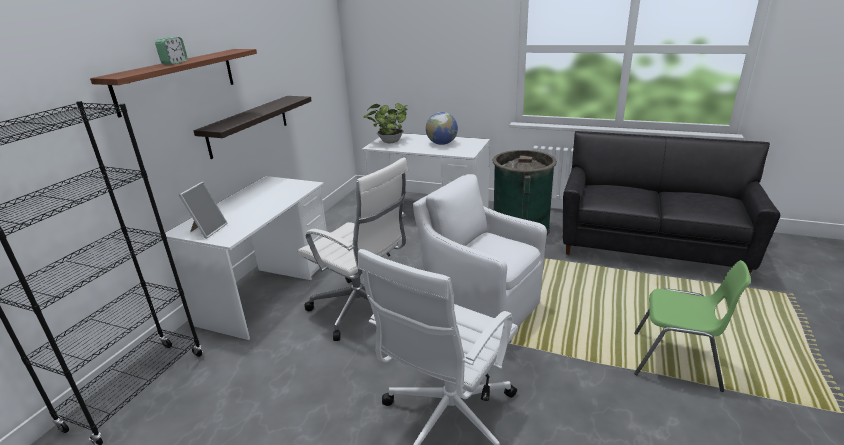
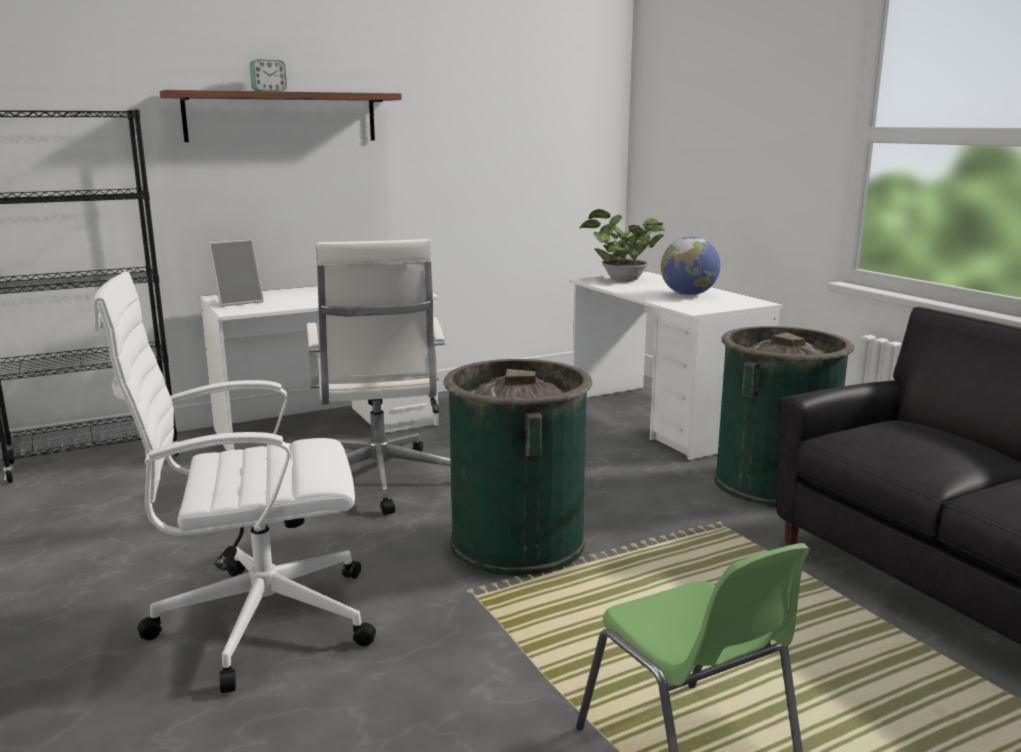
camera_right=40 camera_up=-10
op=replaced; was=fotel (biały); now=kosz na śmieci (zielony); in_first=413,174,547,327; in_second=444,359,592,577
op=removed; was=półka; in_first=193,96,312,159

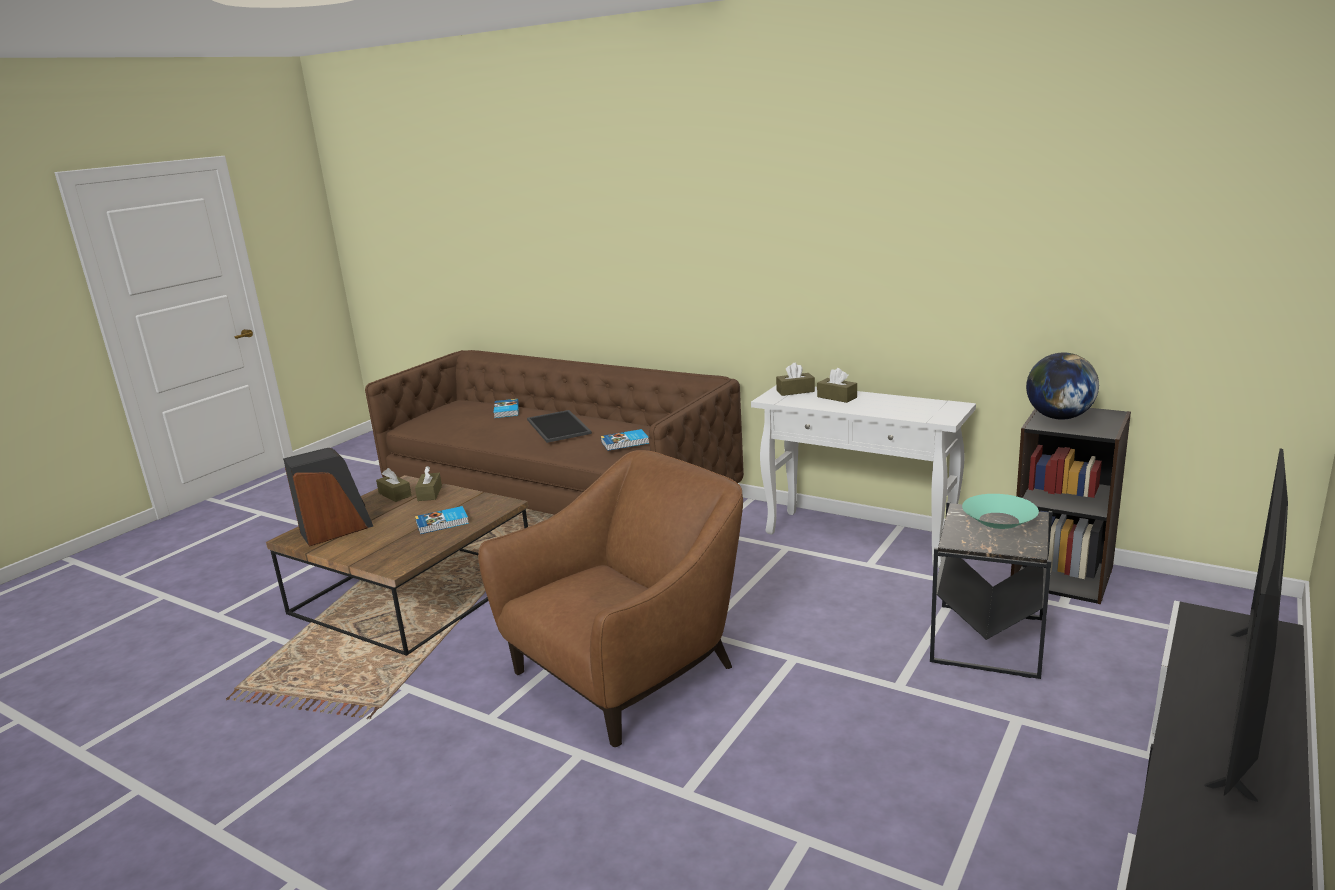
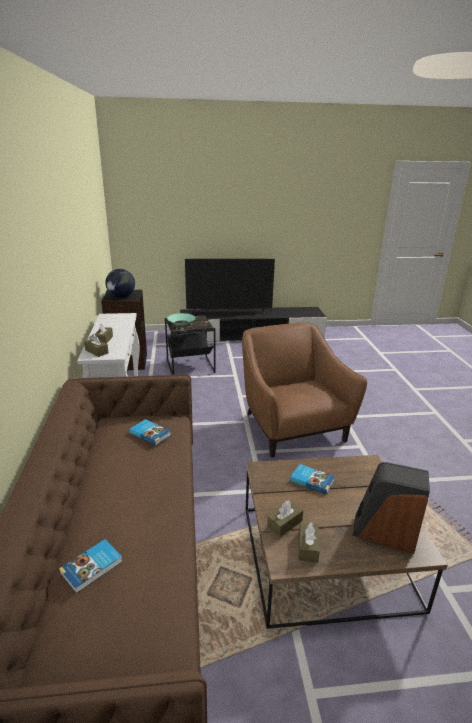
camera_right=-130 camera_up=5
op=turned; was=fotel (brązowy); in_first=478,450,743,747; in_second=242,322,367,458; clockwise=60
op=removed; was=taca; in_first=527,410,592,443

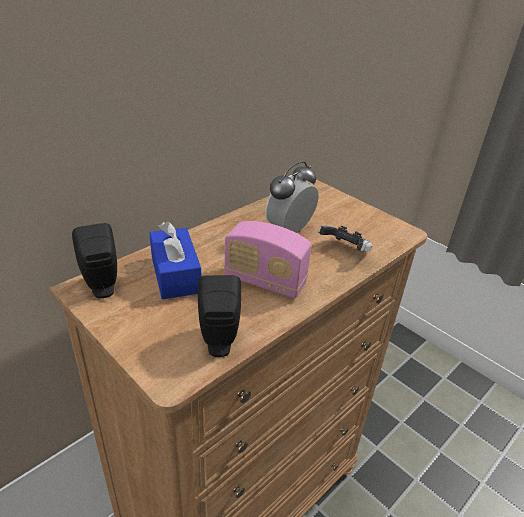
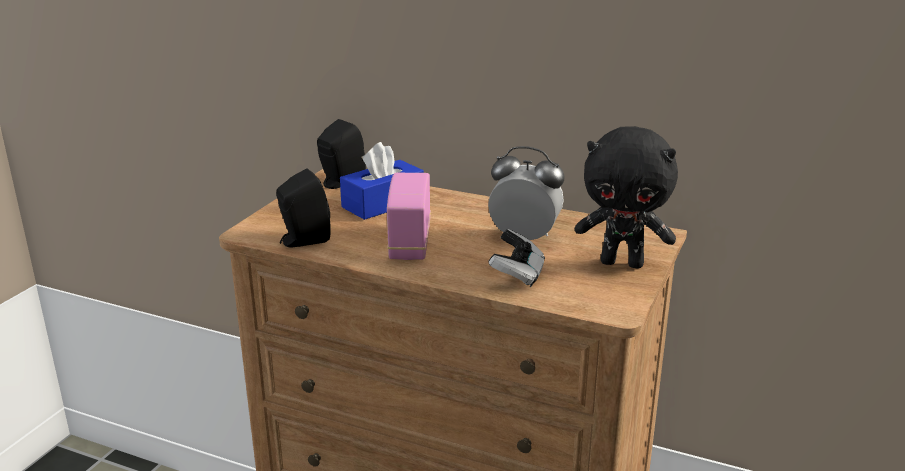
camera_right=70 camera_up=-10
op=added; now=pluszak (czarny); in_second=575,126,678,268

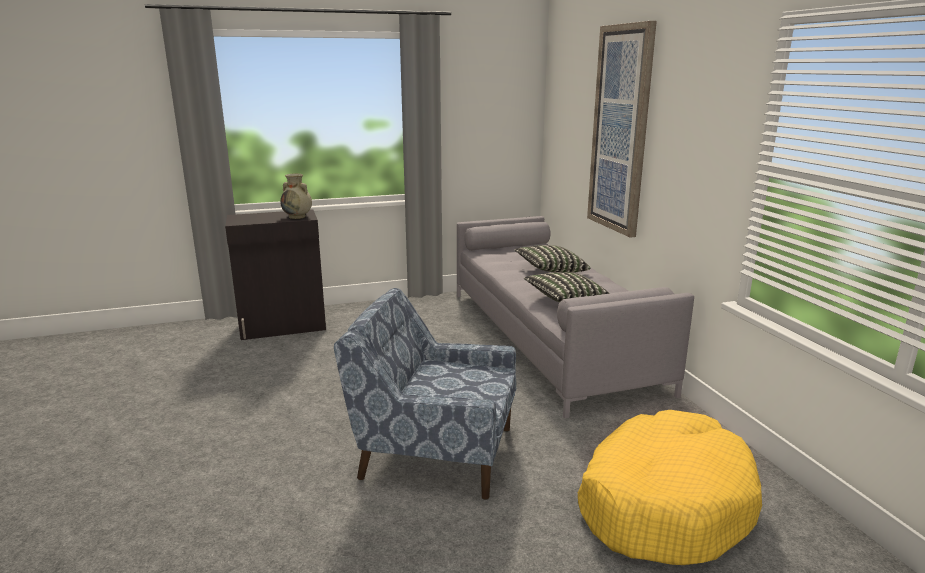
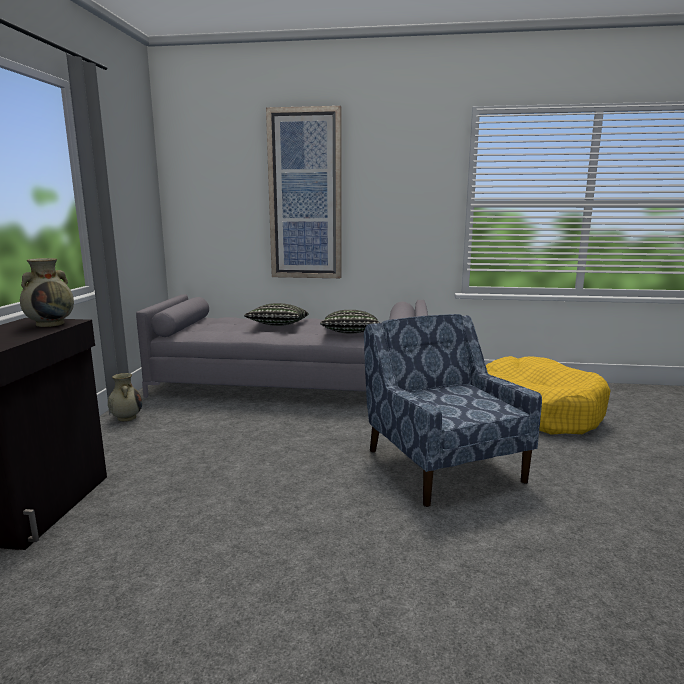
camera_right=-65 camera_up=-5
op=added; now=wazon (beżowy); in_second=108,373,142,421
op=turned; was=fotel (niebieski); in_first=334,288,517,500; in_second=364,314,542,507; clockwise=120

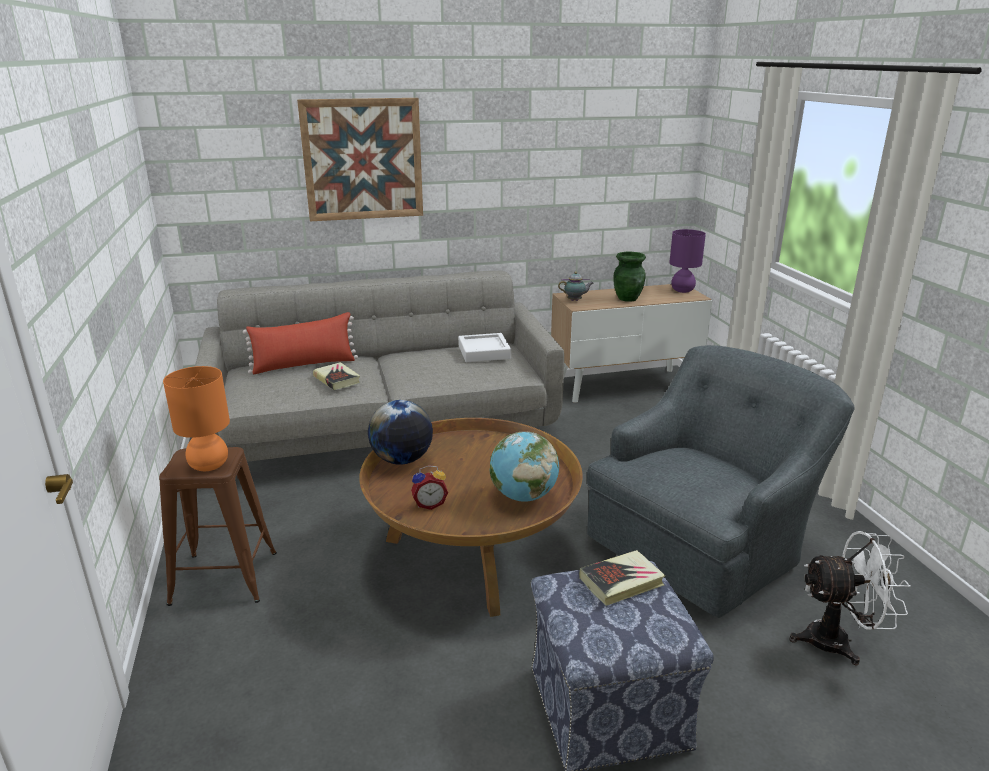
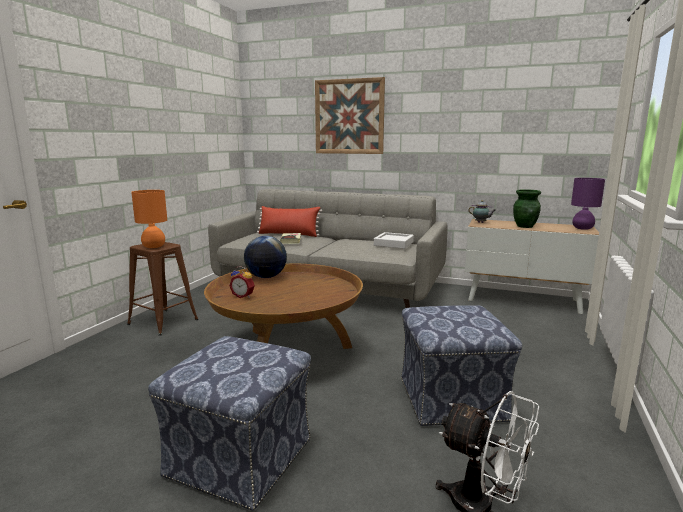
camera_right=35 camera_up=-10
op=replaced; was=fotel (szary); now=pufa; in_first=587,345,855,618; in_second=401,305,522,426
op=removed; was=globus; in_first=490,432,559,502
op=removed; was=książka; in_first=579,550,666,606

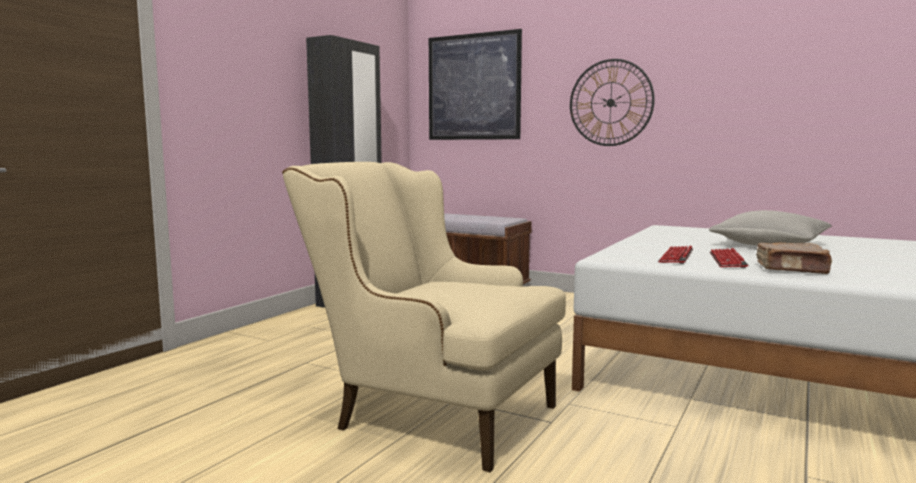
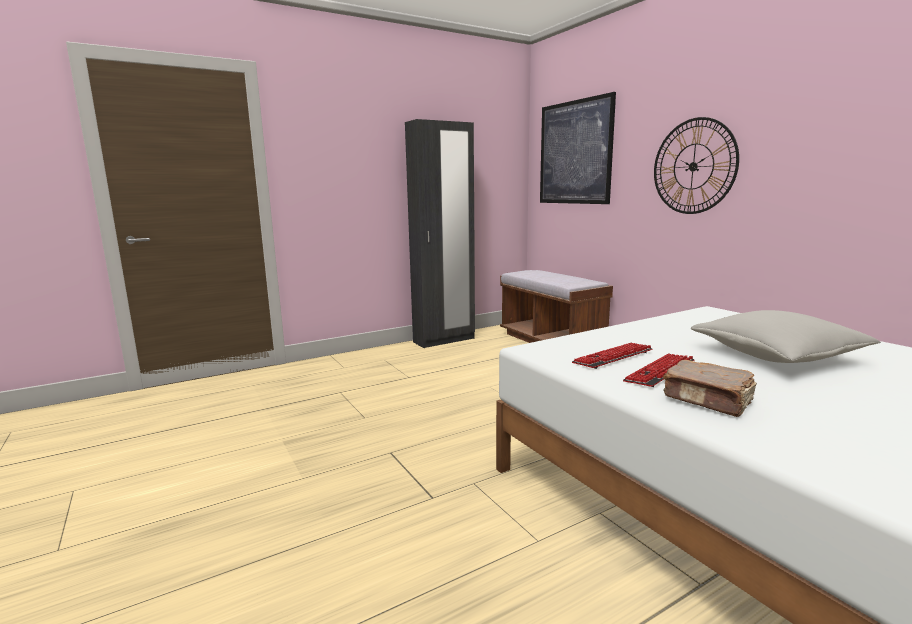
camera_right=30 camera_up=5
op=removed; was=fotel (beżowy); in_first=282,162,566,472

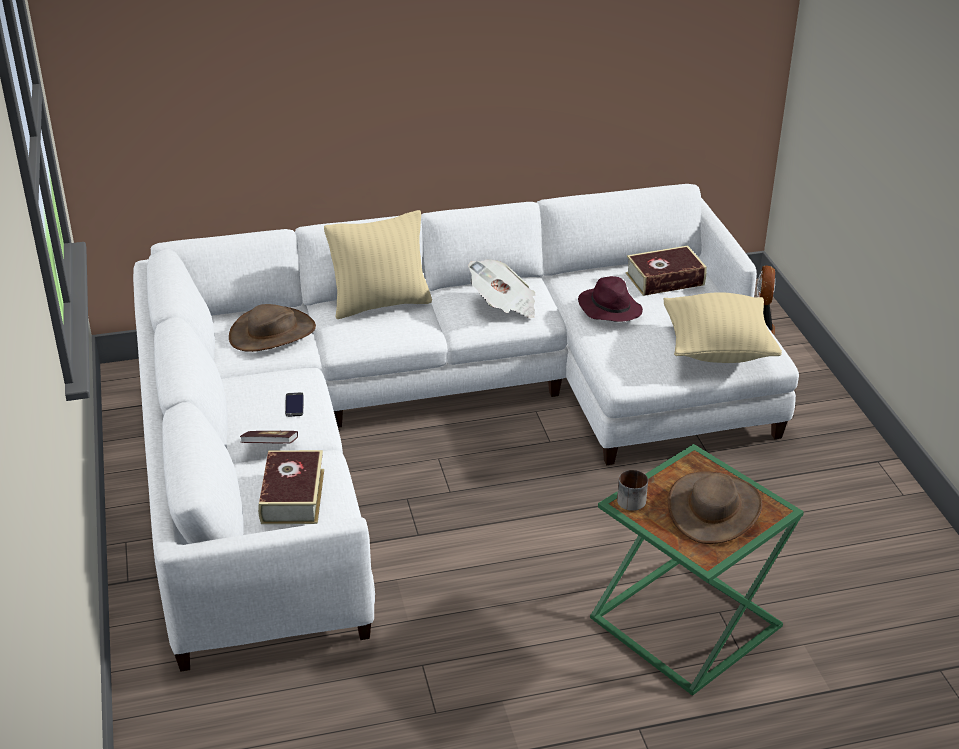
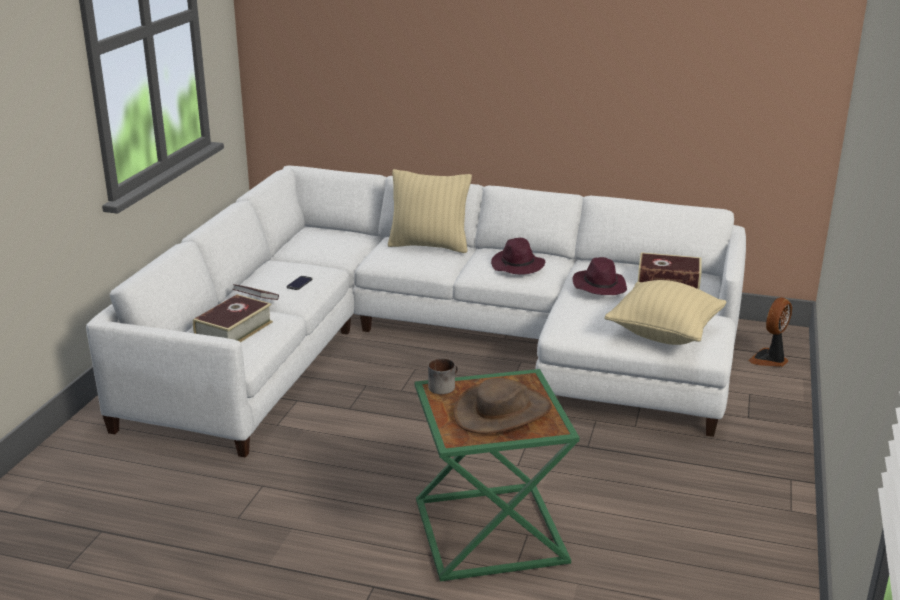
camera_right=30 camera_up=-10
op=replaced; was=gazeta; now=kapelusz (fioletowy); in_first=468,259,535,318; in_second=491,238,545,274
op=removed; was=kapelusz (brązowy); in_first=229,304,316,352

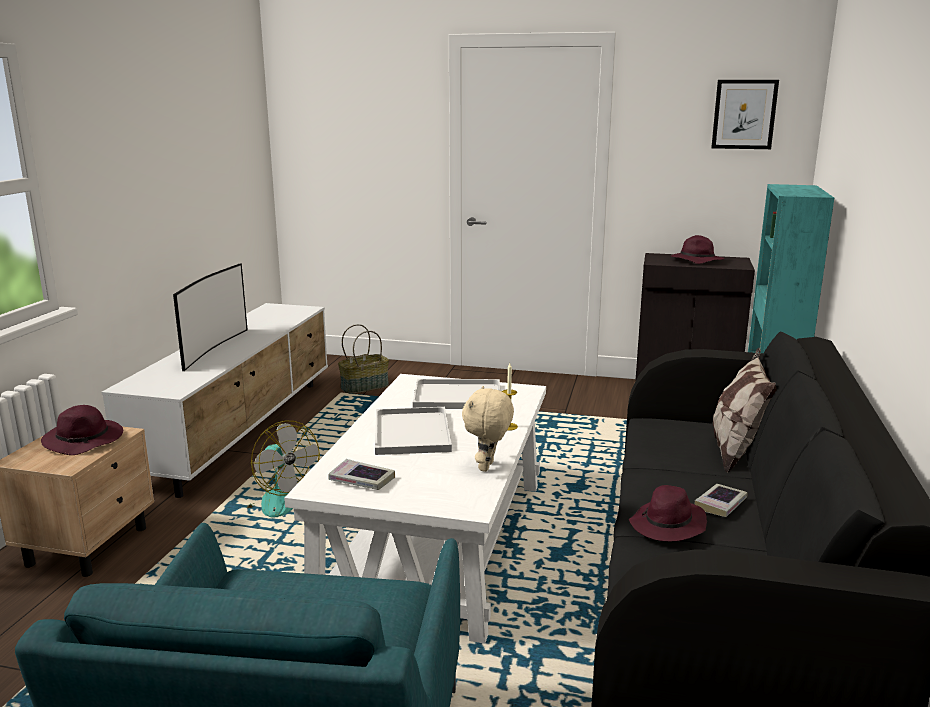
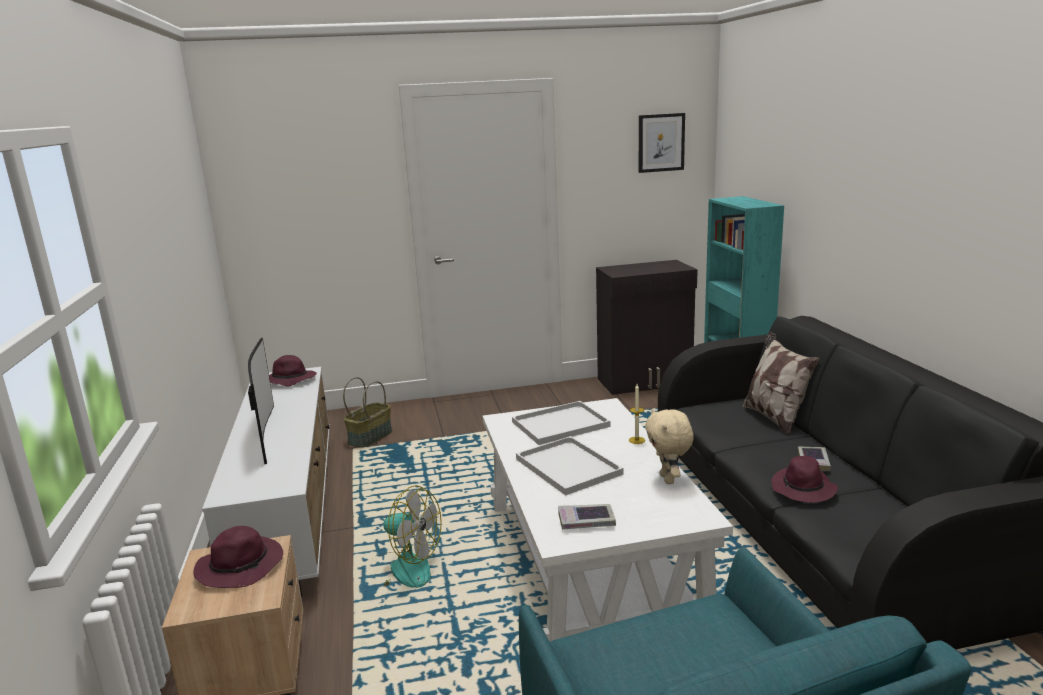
camera_right=-25 camera_up=0
op=moved; was=kapelusz (fioletowy); in_first=671,235,724,264; in_second=269,355,317,386

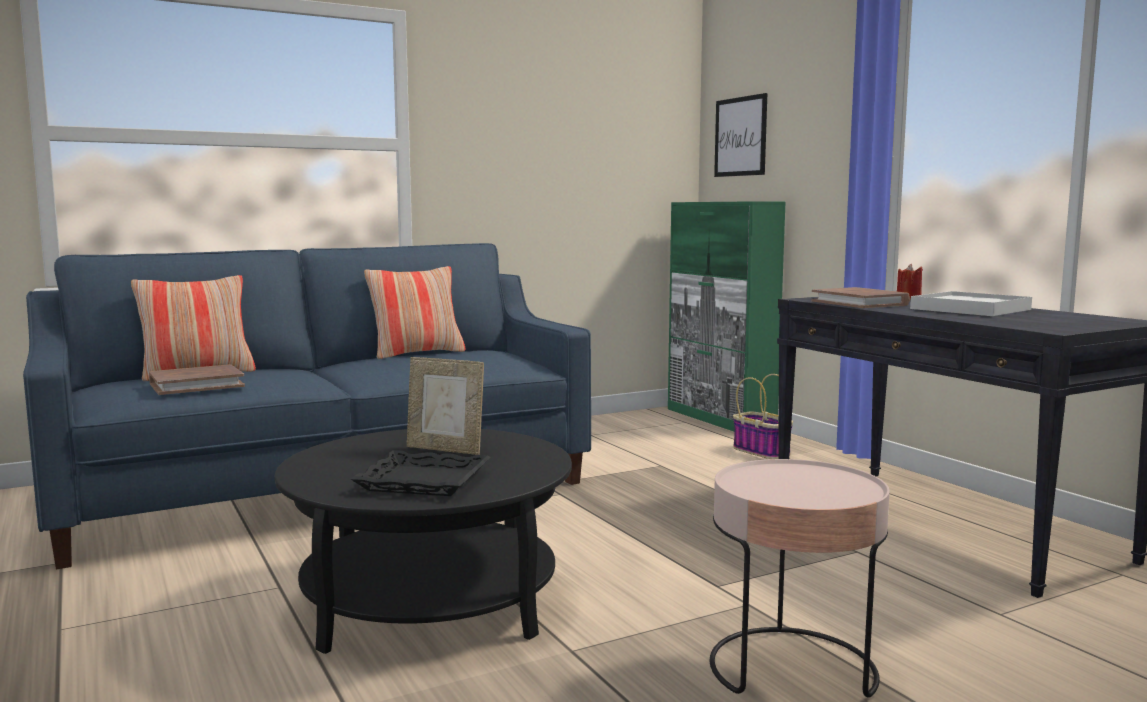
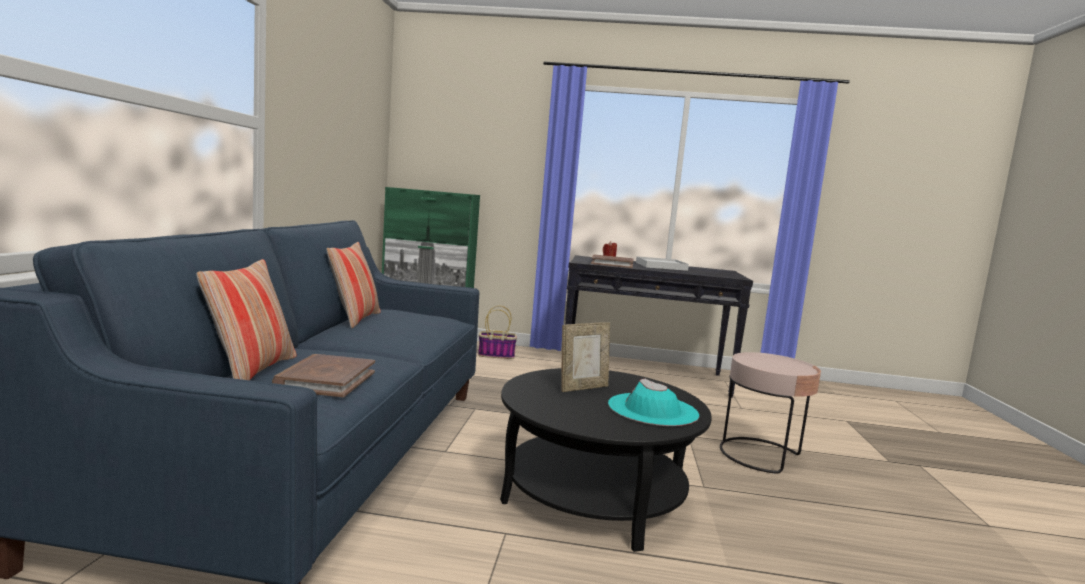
camera_right=-55 camera_up=0
op=replaced; was=taca (czarny); now=kapelusz (turkusowy); in_first=351,450,490,496; in_second=608,379,699,426
op=removed; was=obraz; in_first=714,93,767,177

